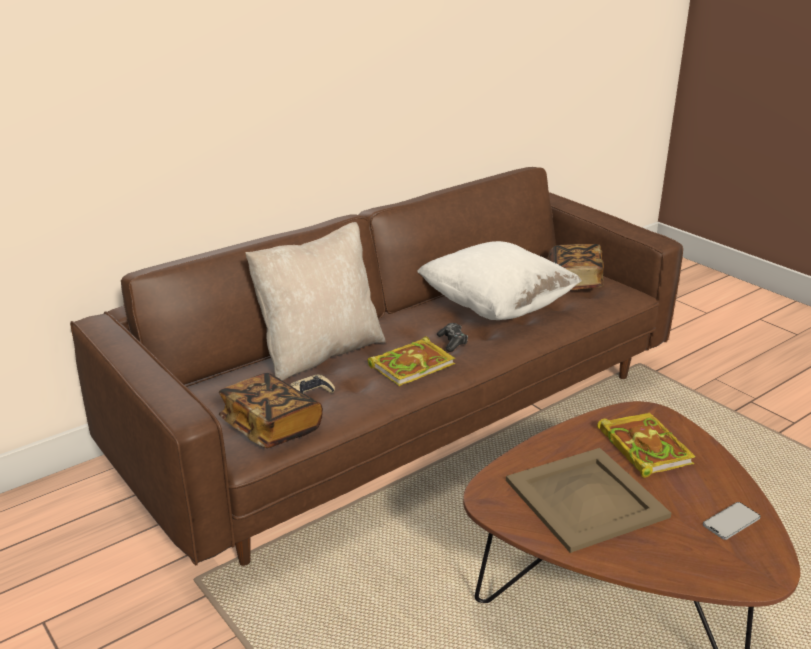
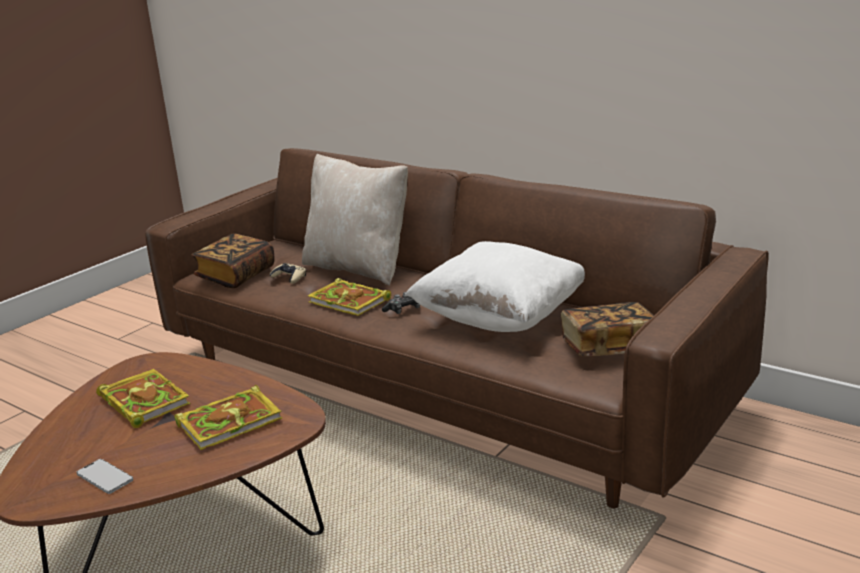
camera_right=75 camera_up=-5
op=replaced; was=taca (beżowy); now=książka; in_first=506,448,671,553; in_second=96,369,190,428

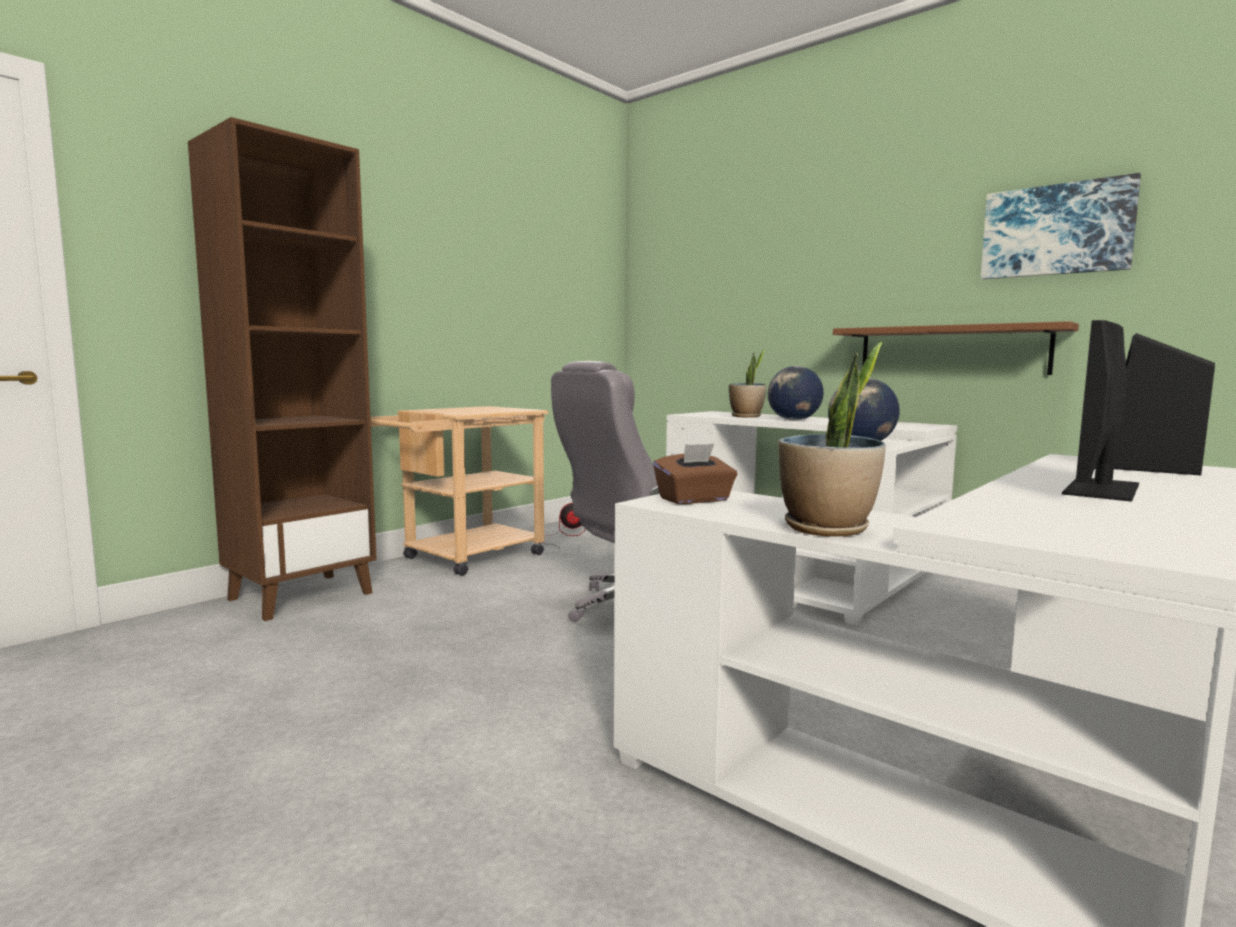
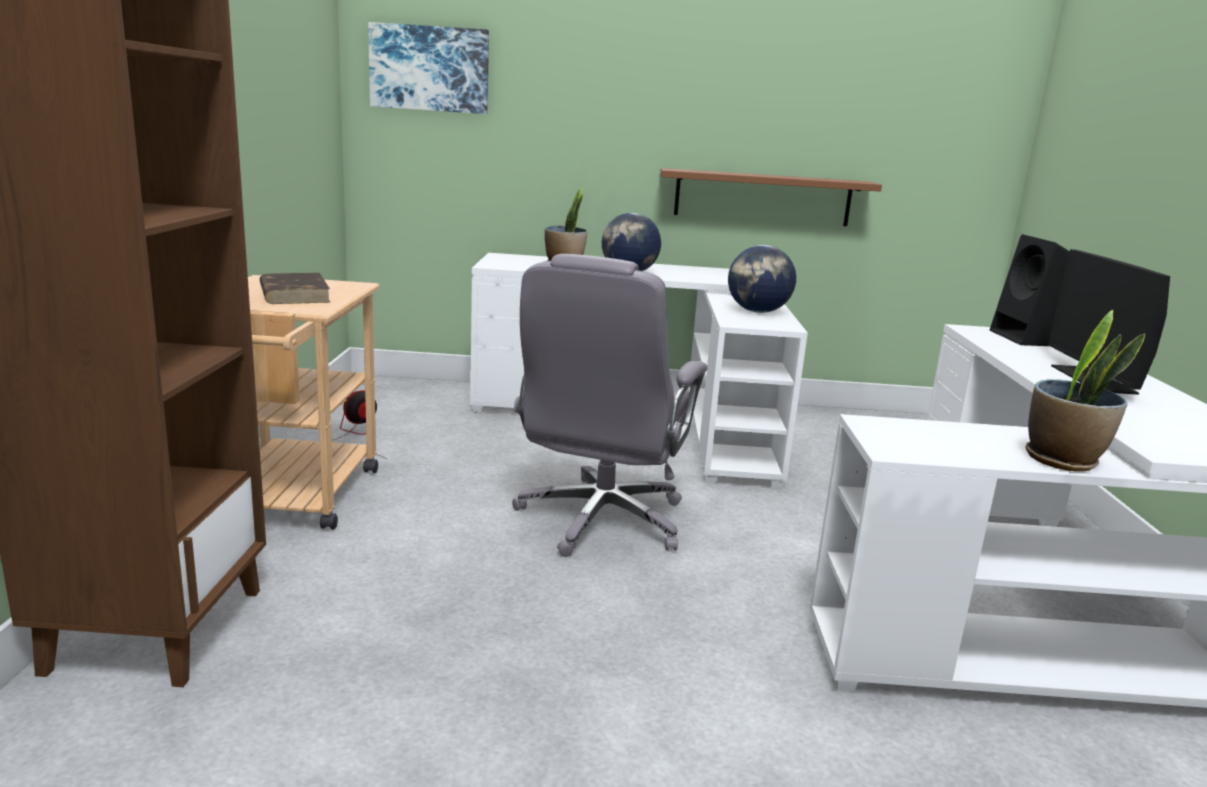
camera_right=-40 camera_up=10
op=added; now=książka (brązowy); in_second=260,273,330,304
op=moved; was=obraz; in_first=981,173,1141,279; in_second=368,22,489,114
op=removed; was=pudełko chusteczek (brązowy); in_first=653,444,737,504

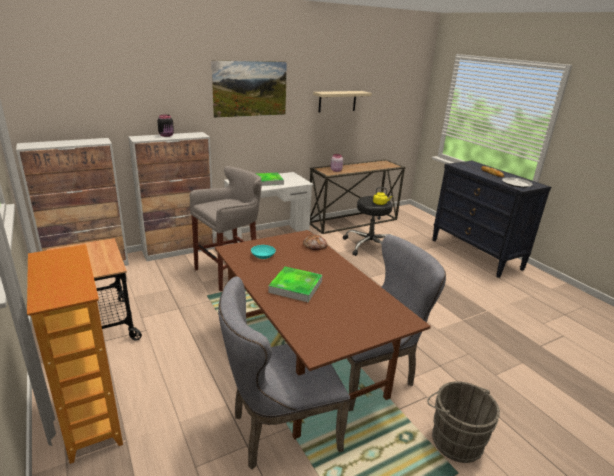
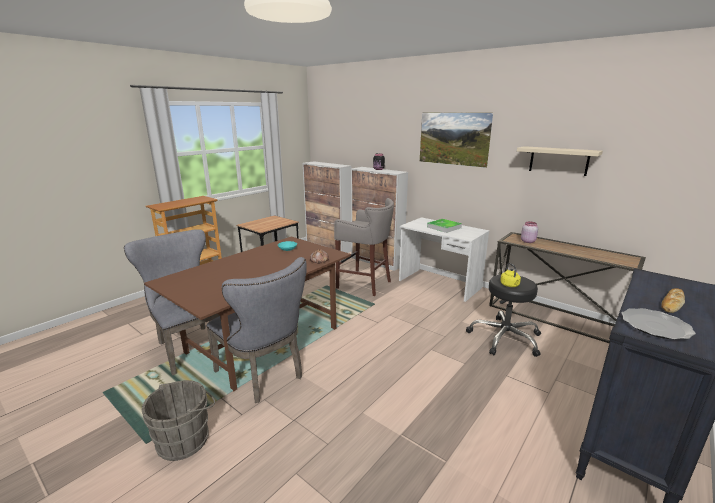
camera_right=70 camera_up=-5
op=removed; was=taca; in_first=268,267,322,302

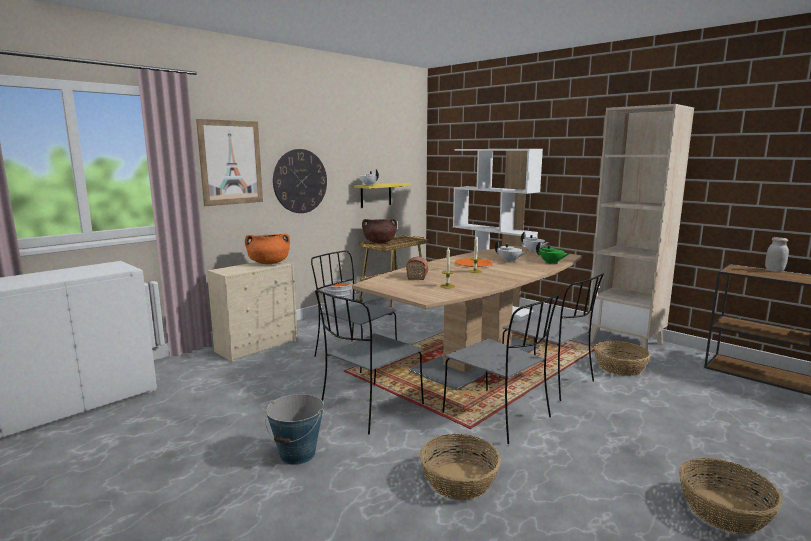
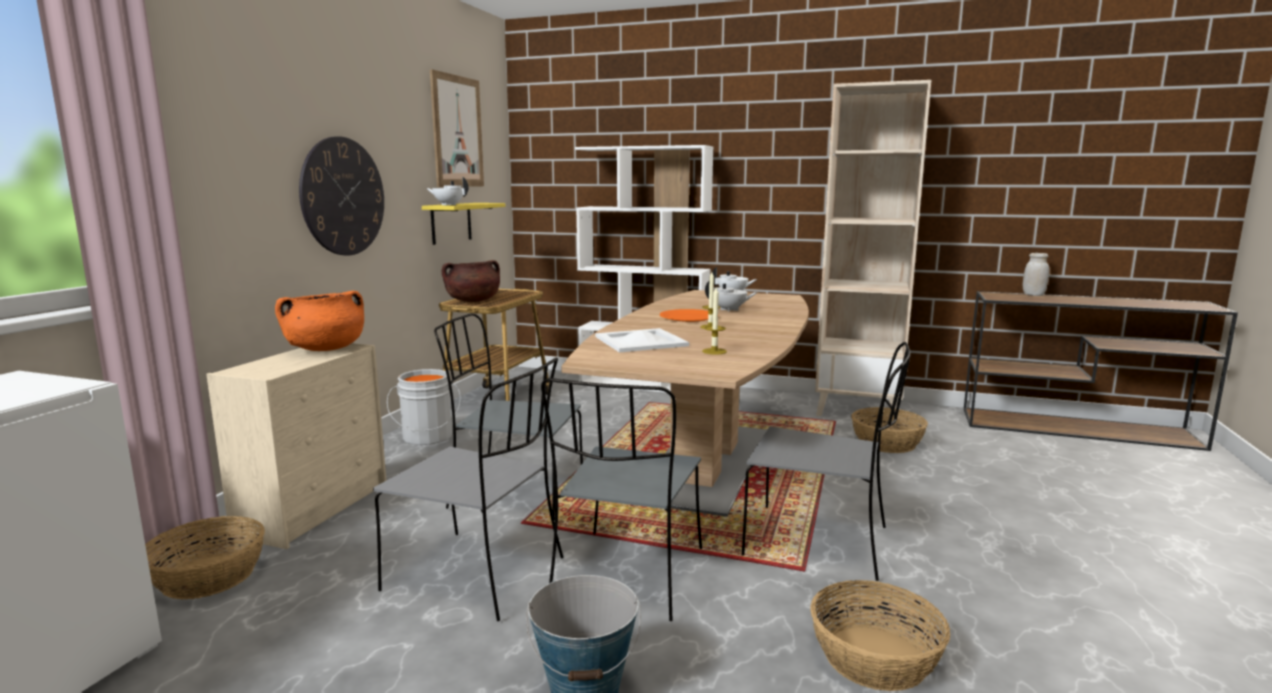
camera_right=-25 camera_up=0
op=moved; was=koszyk; in_first=679,458,783,534; in_second=145,516,265,599
op=moved; was=krzesło (szary); in_first=499,273,604,401; in_second=373,357,563,621
op=moved; was=obraz; in_first=196,119,263,206; in_second=430,69,484,187
op=replaced; was=chleb; now=taca (biały); in_first=406,257,428,280; in_second=595,328,689,352
op=removed; was=imbryk (zielony); in_first=536,241,570,264

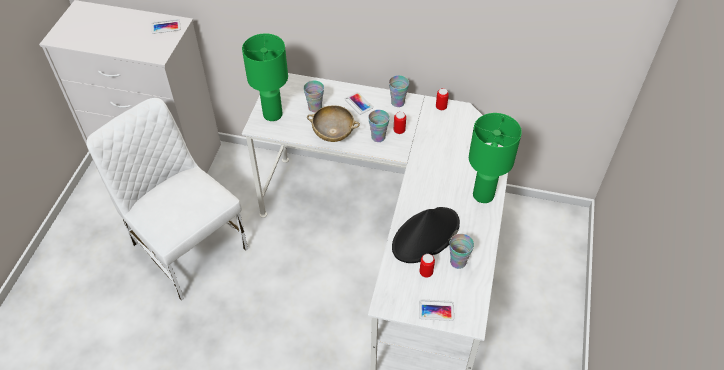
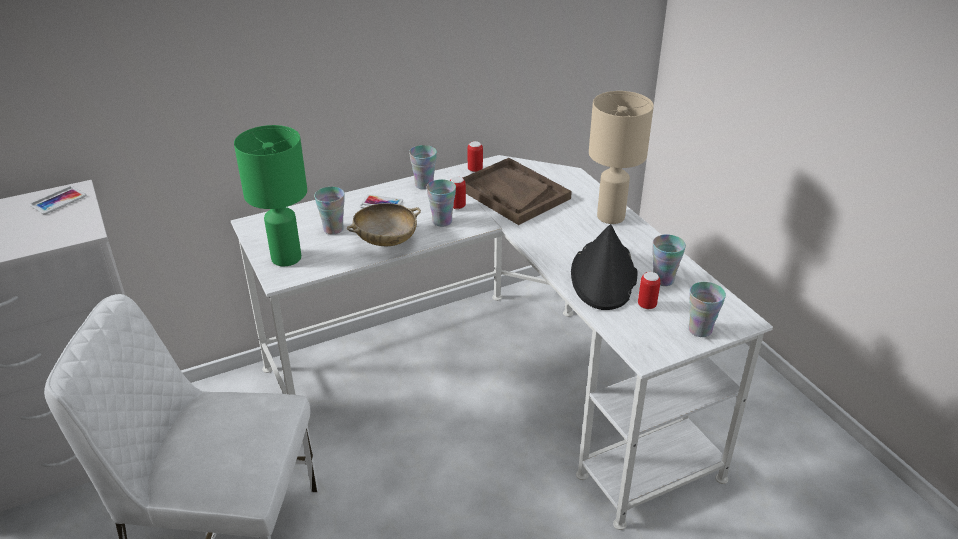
camera_right=-40 camera_up=-15
op=added; now=taca (brązowy); in_second=463,158,572,225
op=recoloured; was=lampa stołowa (zielony); now=lampa stołowa (beżowy); in_first=469,113,522,203; in_second=589,91,654,224
op=replaced; was=telefon; now=filiżanka; in_first=419,299,454,321; in_second=689,282,726,337

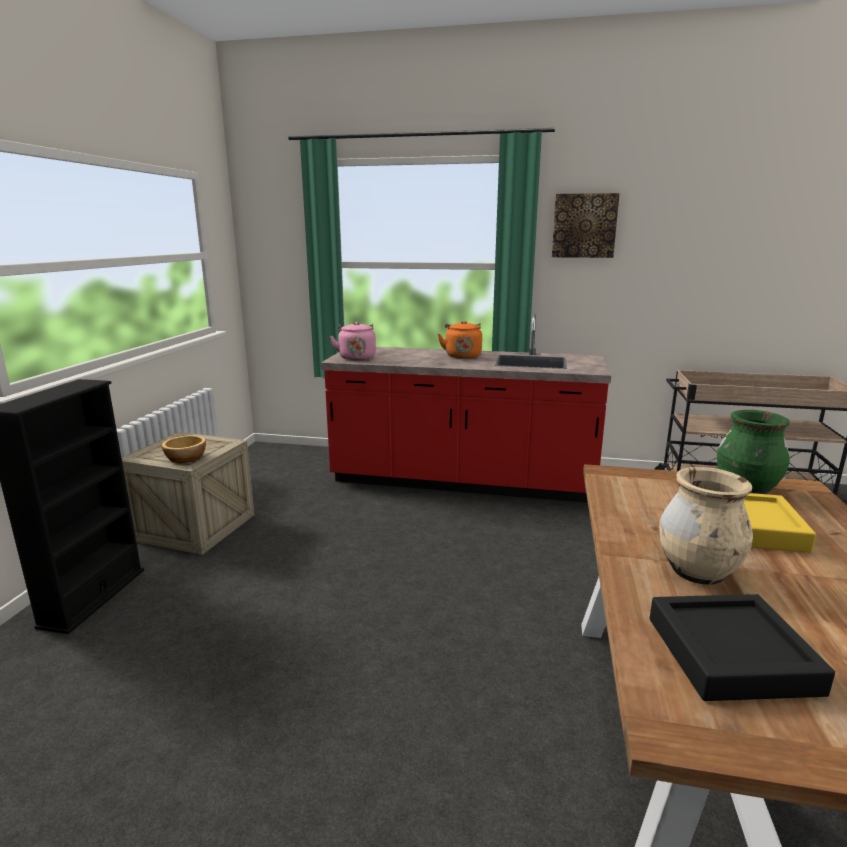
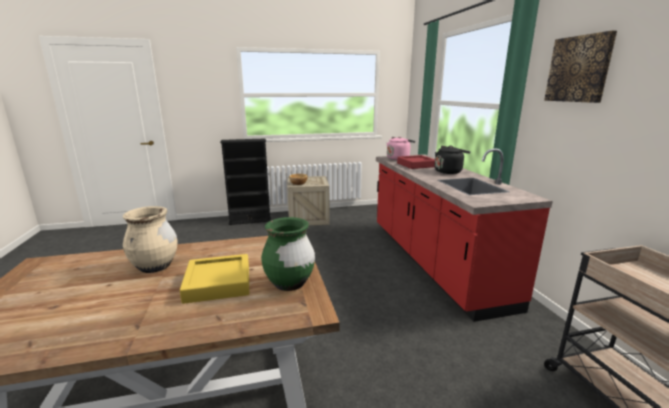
camera_right=65 camera_up=0
op=added; now=taca (czerwony); in_second=397,155,435,169
op=recoloured; was=czajnik (pomarańczowy); now=czajnik (czarny); in_first=438,321,482,359; in_second=435,146,471,174
op=removed; was=taca (czarny); in_first=650,594,835,701

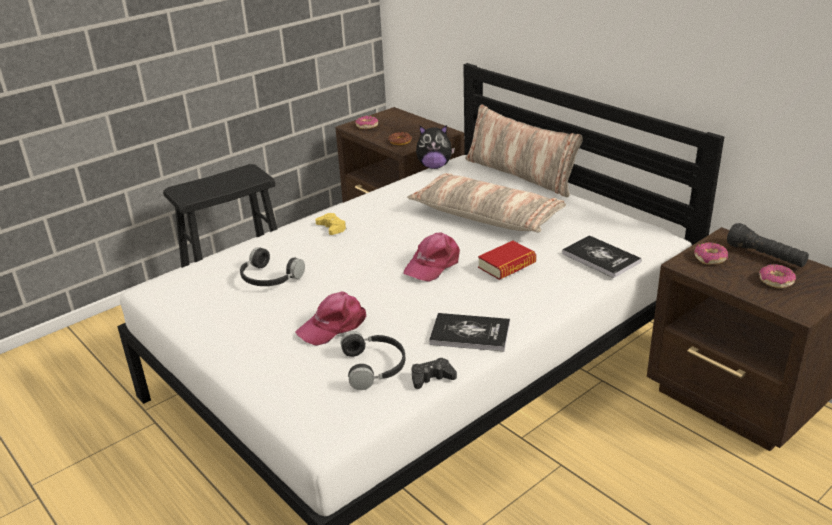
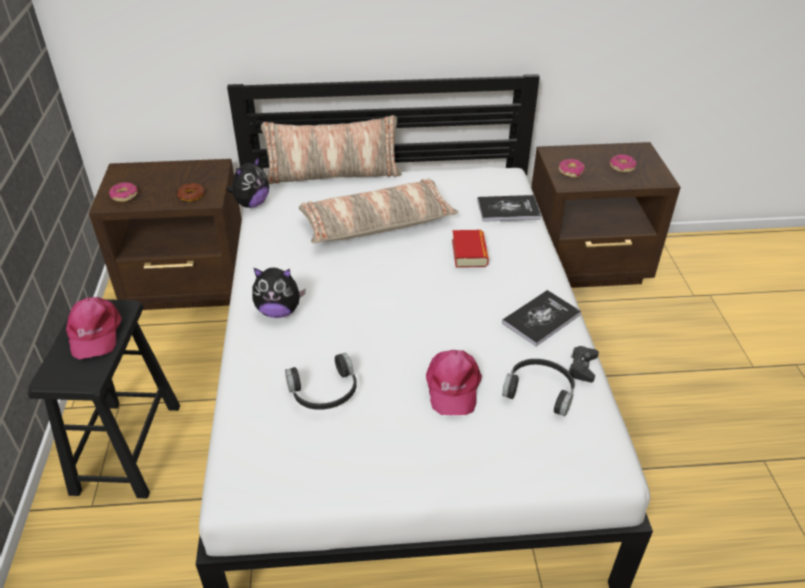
camera_right=-55 camera_up=10
op=moved; was=czapka z daszkiem (różowy); in_first=404,232,460,282; in_second=66,297,122,359
op=replaced; was=pad do gier (żółty); now=pluszak; in_first=315,213,347,235; in_second=252,268,306,318
op=removed; was=latarka (czarny); in_first=727,223,809,267

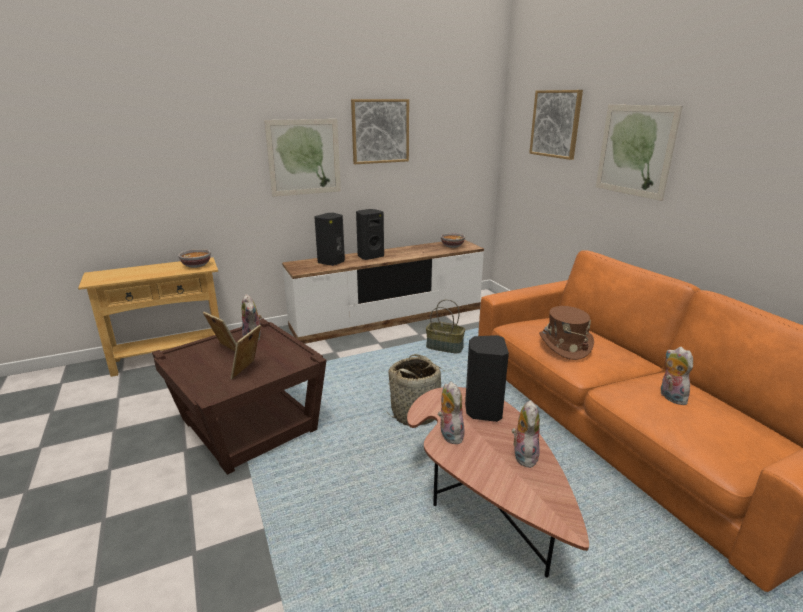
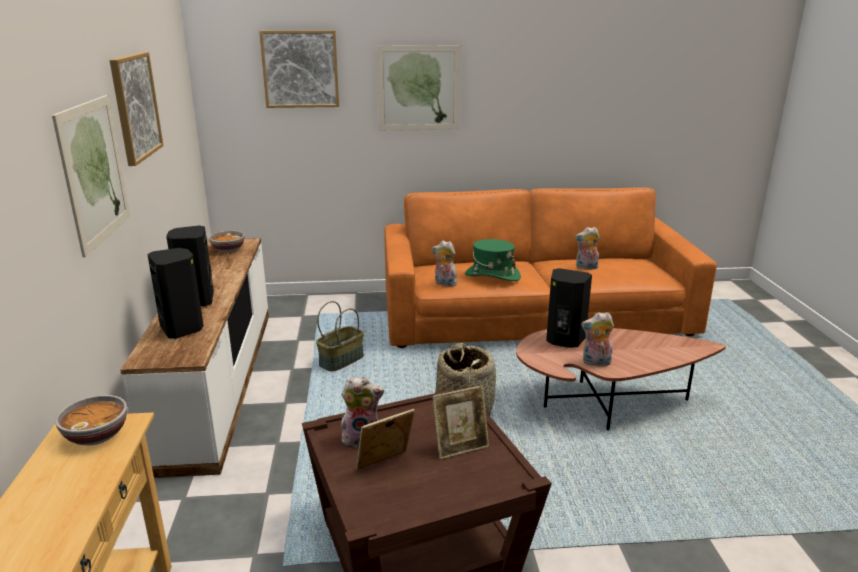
camera_right=-70 camera_up=0
op=moved; was=pluszak; in_first=512,400,540,468; in_second=432,241,457,287
op=turned; was=ramka na zdjęcie; in_first=231,325,261,379; in_second=432,385,489,460; clockwise=-60
op=recoloured; was=kapelusz (brązowy); now=kapelusz (zielony); in_first=539,306,594,360; in_second=465,239,521,281

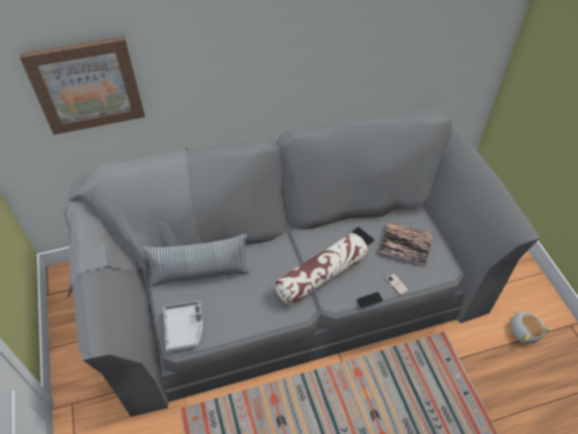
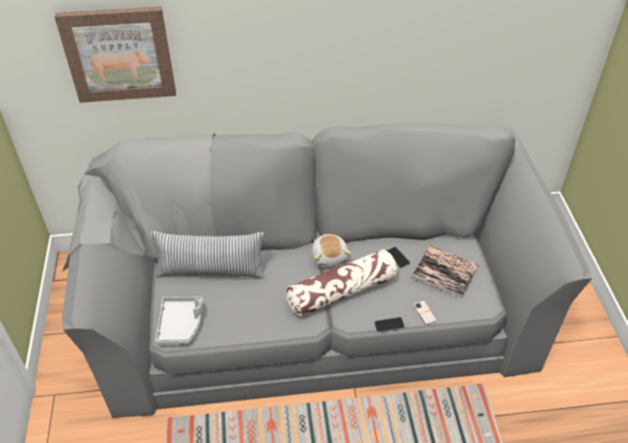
camera_right=10 camera_up=-5
op=moved; was=pluszak; in_first=510,311,552,344; in_second=311,234,351,268

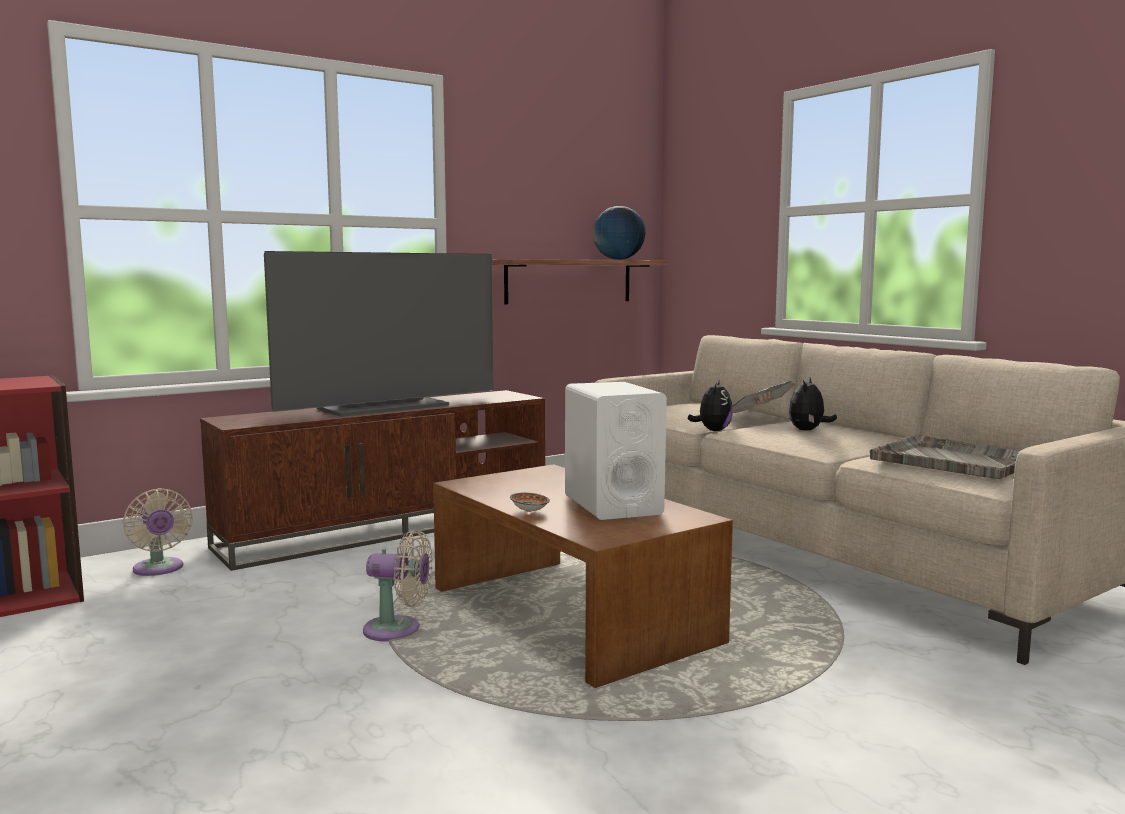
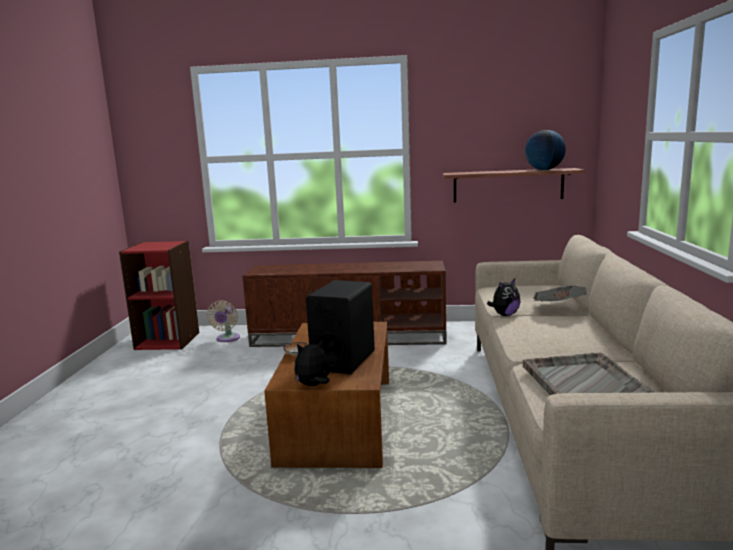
camera_right=40 camera_up=5
op=moved; was=pluszak; in_first=789,378,837,431; in_second=294,339,330,386
op=recoloured; was=głośnik (biały); now=głośnik (czarny); in_first=565,382,667,520; in_second=306,280,375,374
op=removed; was=telewizor; in_first=264,251,493,417
op=removed; was=wentylator (beżowy); in_first=363,529,432,641

